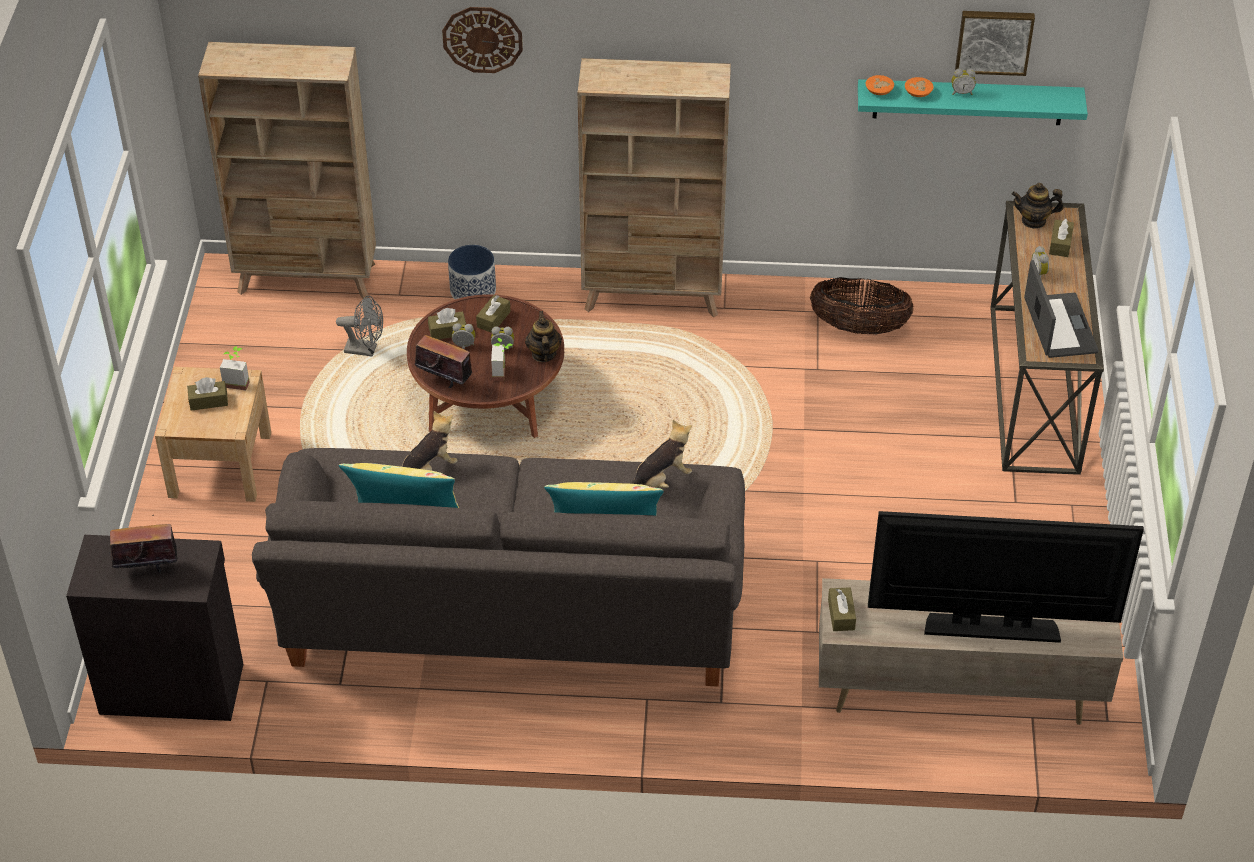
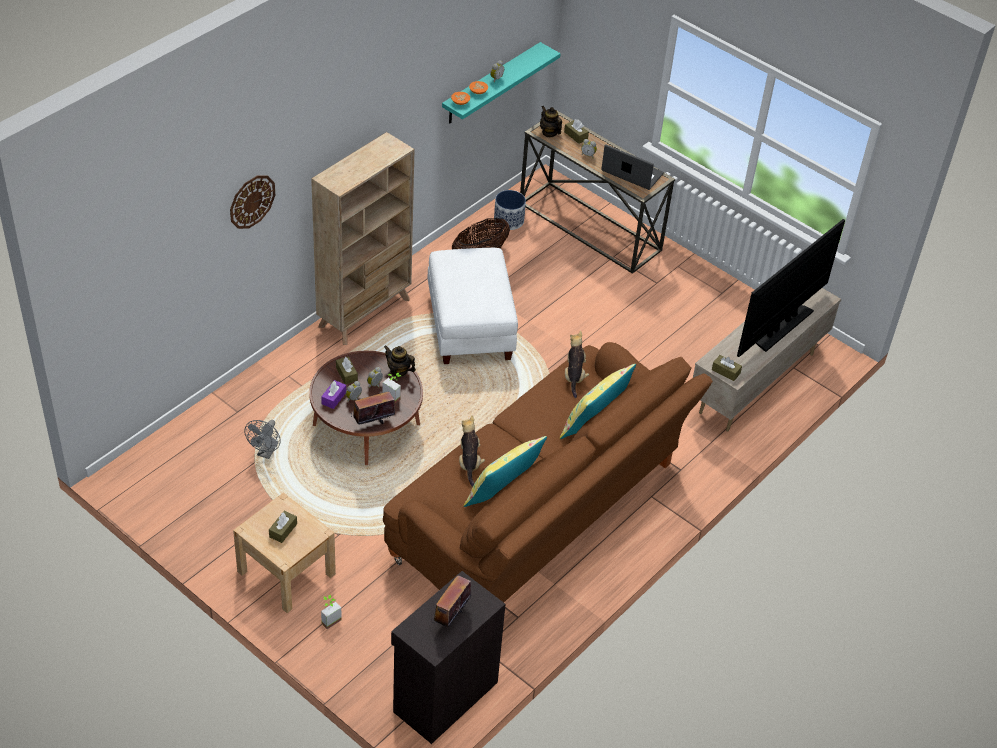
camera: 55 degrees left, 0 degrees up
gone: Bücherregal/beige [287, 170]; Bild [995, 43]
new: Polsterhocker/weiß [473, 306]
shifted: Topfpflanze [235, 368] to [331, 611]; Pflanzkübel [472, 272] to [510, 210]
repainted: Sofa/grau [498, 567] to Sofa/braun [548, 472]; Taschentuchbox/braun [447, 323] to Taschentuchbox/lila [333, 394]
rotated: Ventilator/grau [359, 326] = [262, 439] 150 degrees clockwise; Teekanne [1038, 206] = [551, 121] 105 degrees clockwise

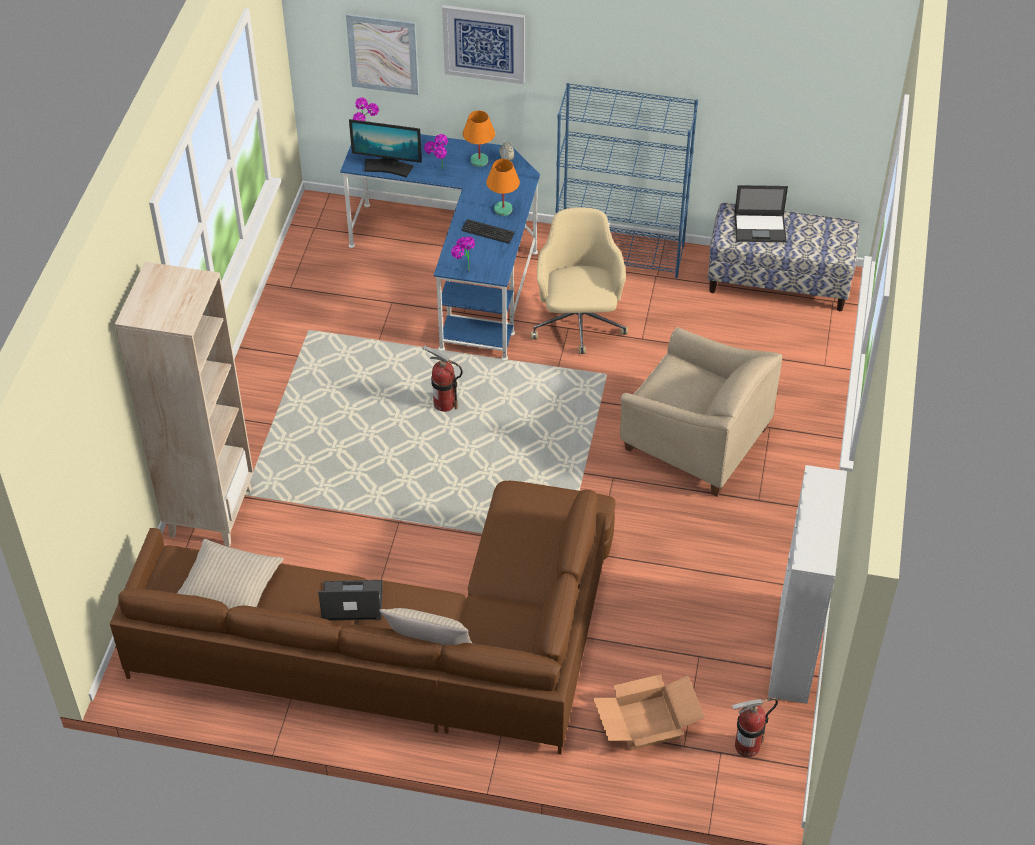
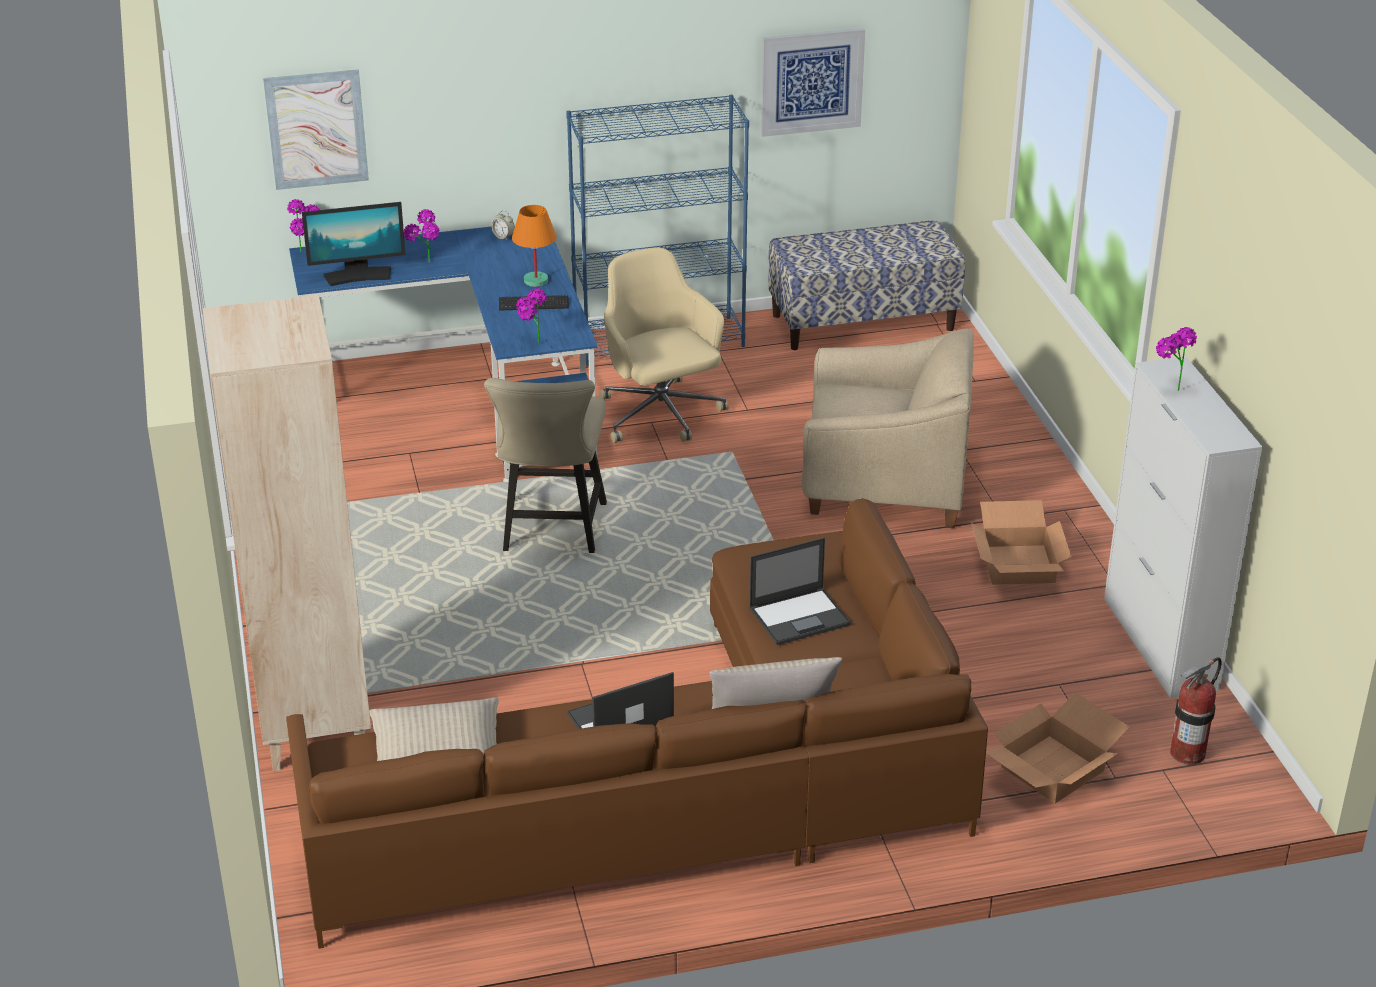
camera: 25 degrees left, 15 degrees down
gone: Tischlampe/orange [479, 138]
new: Karton [1022, 542]; Topfpflanze [1176, 359]
shifted: Bild [483, 44] to [813, 82]; Laptop [761, 213] to [800, 591]
swapped: Feuerlöscher [443, 378] to Stuhl/beige [545, 465]

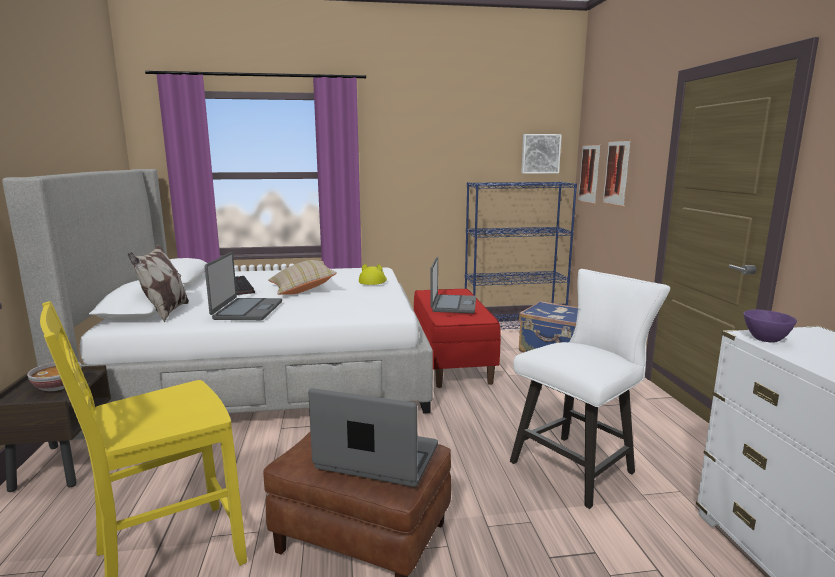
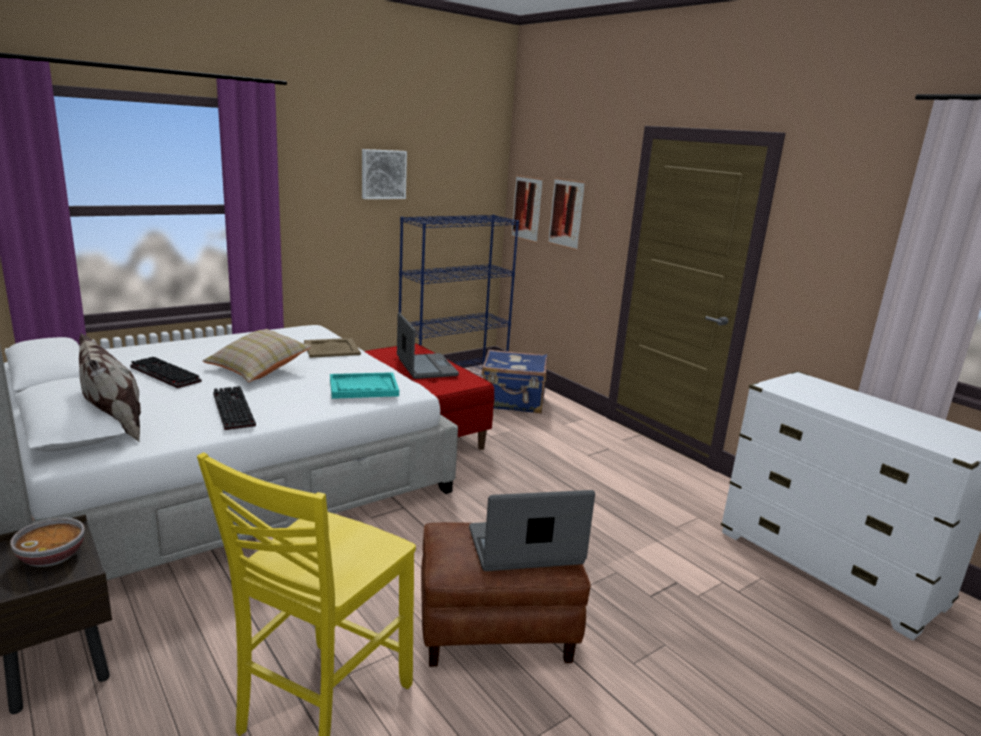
camera: 30 degrees left, 5 degrees up
gone: Stuhl/weiß [590, 389]; Schüssel/lila [770, 326]
new: Tablett/türkis [364, 385]
shifted: Bild [541, 154] to [384, 174]
swapped: Laptop [243, 286] to Tastatur [234, 408]; Hut/gelb [373, 274] to Tablett/beige [332, 348]

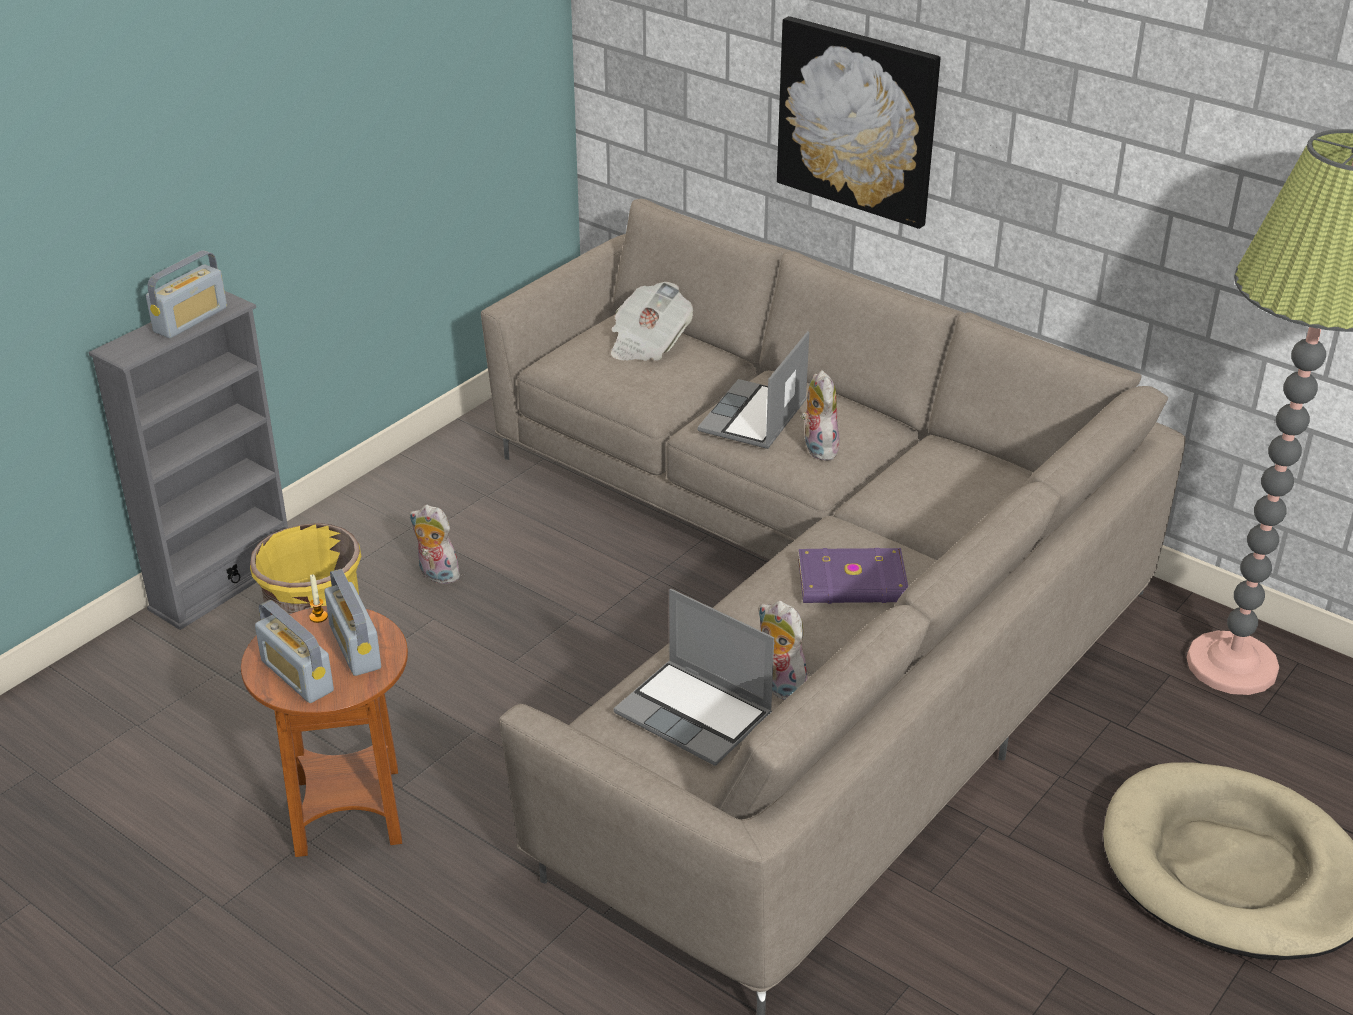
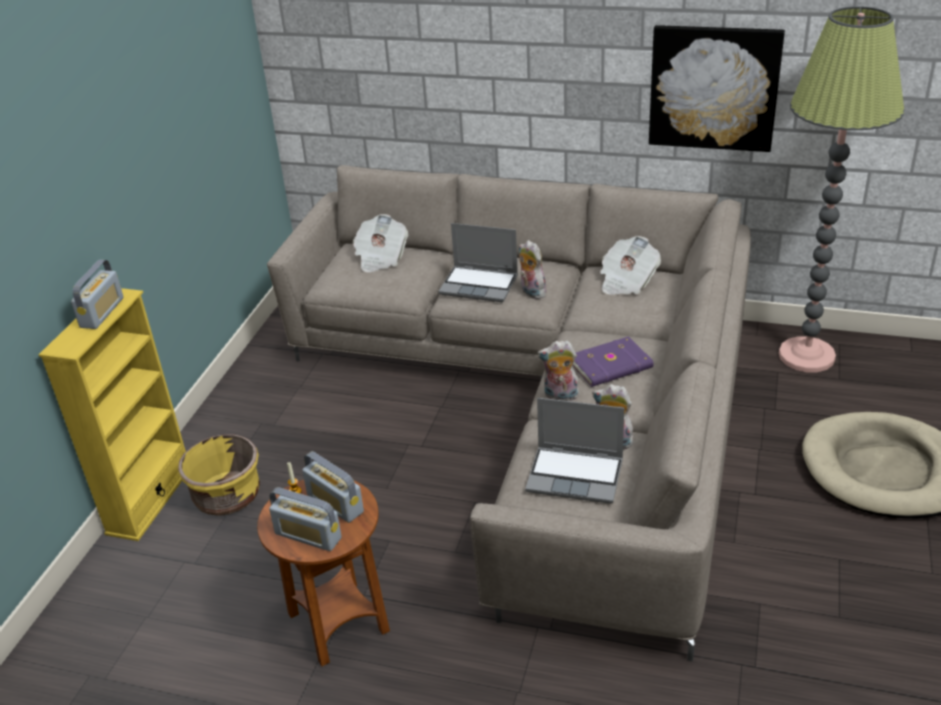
camera: 20 degrees left, 0 degrees up
new: Zeitung [630, 265]
shifted: Plüschtier [436, 544] to [558, 371]; Bild [858, 122] to [717, 88]
repainted: Bücherregal/grau [188, 460] to Bücherregal/gelb [112, 414]
rotated: Laptop [753, 390] = [478, 262] 75 degrees counterclockwise

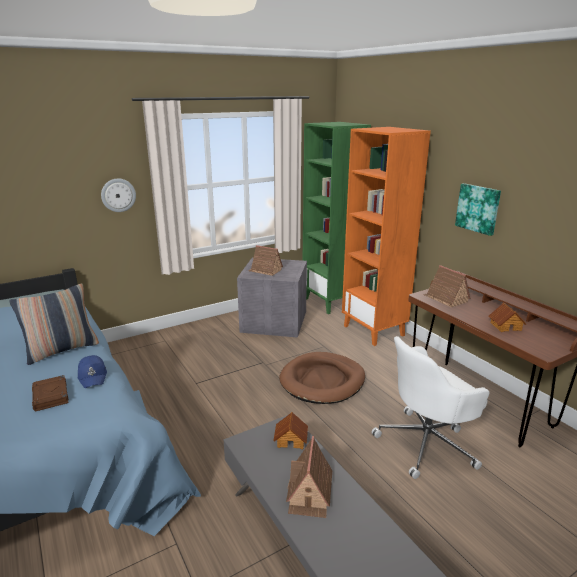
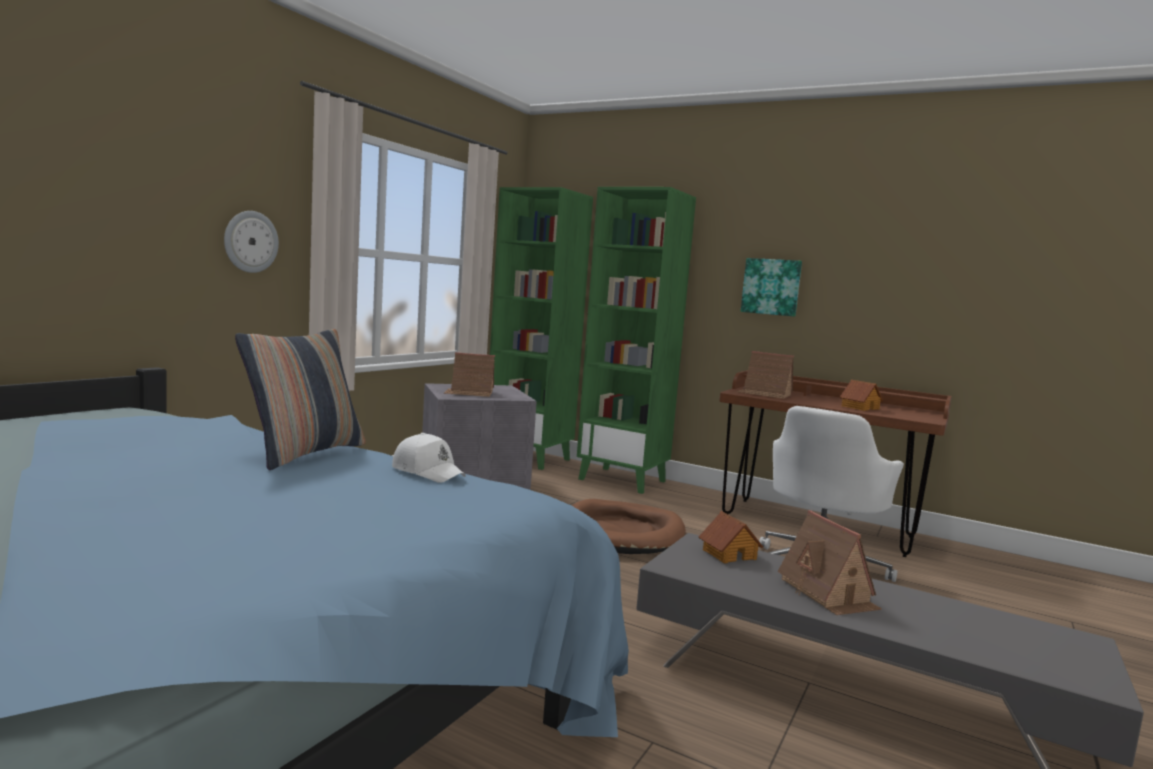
camera: 30 degrees left, 15 degrees down
gone: Buch/braun [50, 393]
repainted: Kappe/blau [92, 371] to Kappe/weiß [429, 458]; Bücherregal/orange [386, 236] to Bücherregal/grün [636, 340]

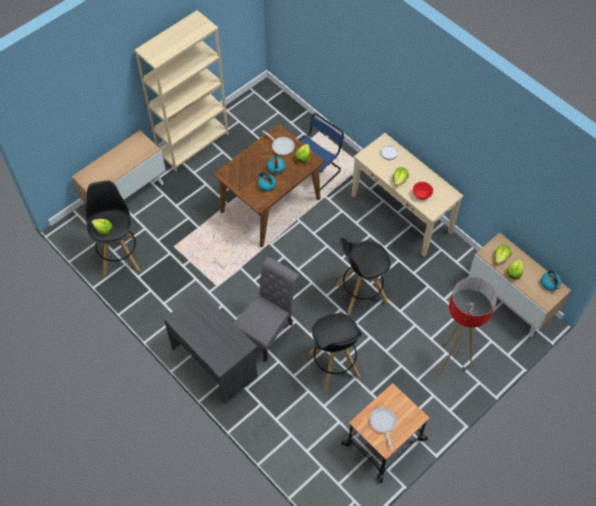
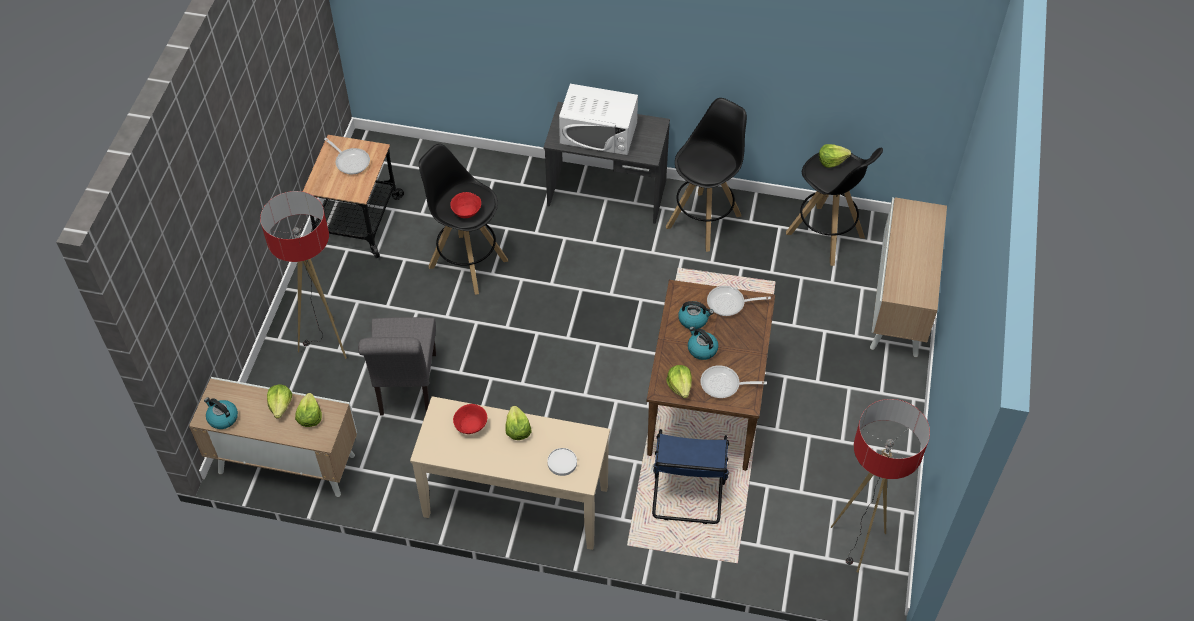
camera: 145 degrees right, 5 degrees down
gone: Bücherregal/beige [182, 91]
new: Schüssel/rot [465, 205]; Mikrowelle/weiß [598, 119]; Pfanne [739, 301]; Stehlampe [880, 485]
shifted: Stuhl/grau [266, 309] to [397, 366]; Hocker/schwarz [363, 276] to [706, 175]

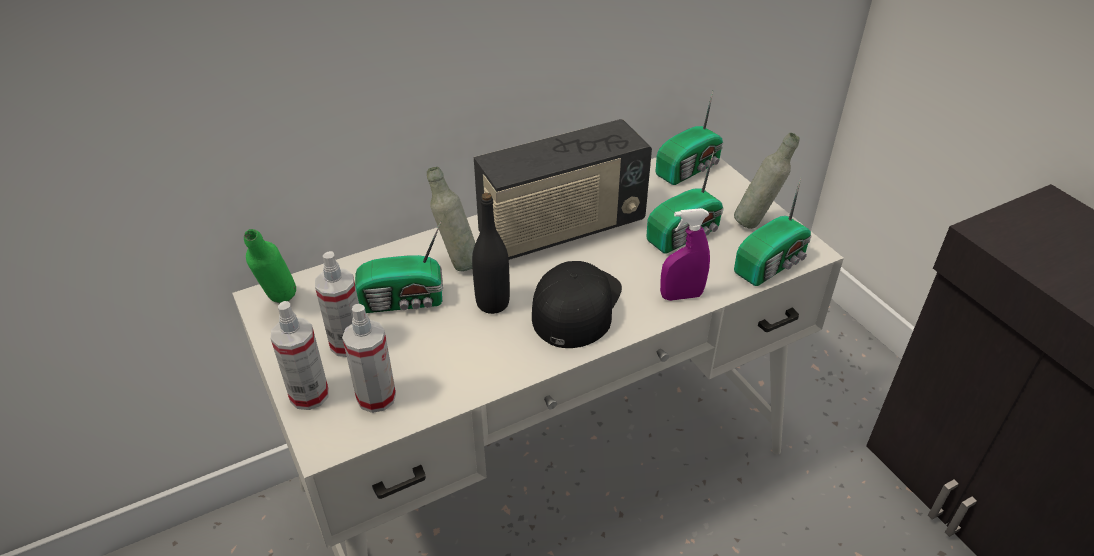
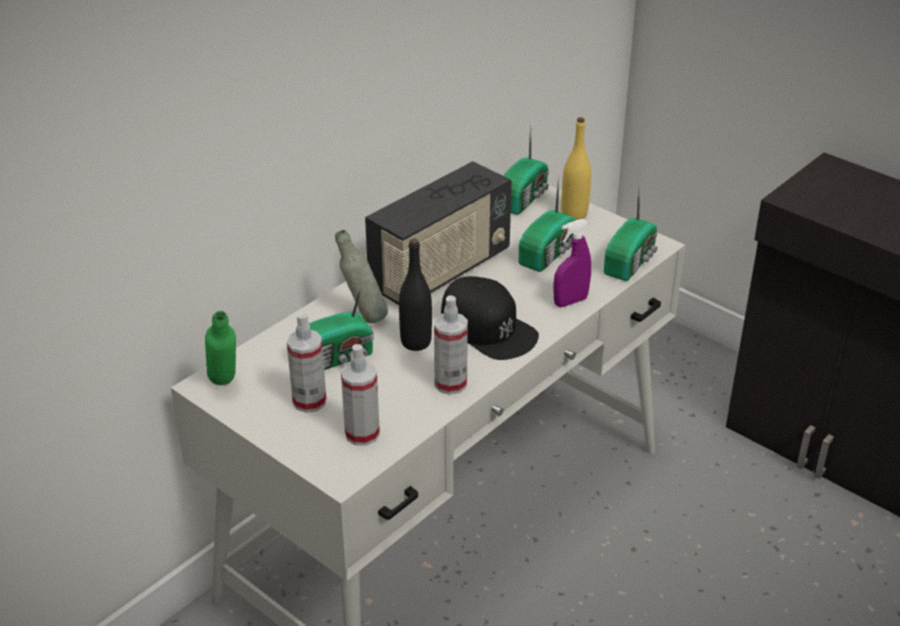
camera: 20 degrees left, 5 degrees down
gone: Flasche/grau [767, 181]
new: Flasche/gelb [576, 168]
shifted: Sprühflasche [299, 355] to [451, 345]
rotated: Kappe/schwarz [577, 304] = [490, 318] 135 degrees clockwise

